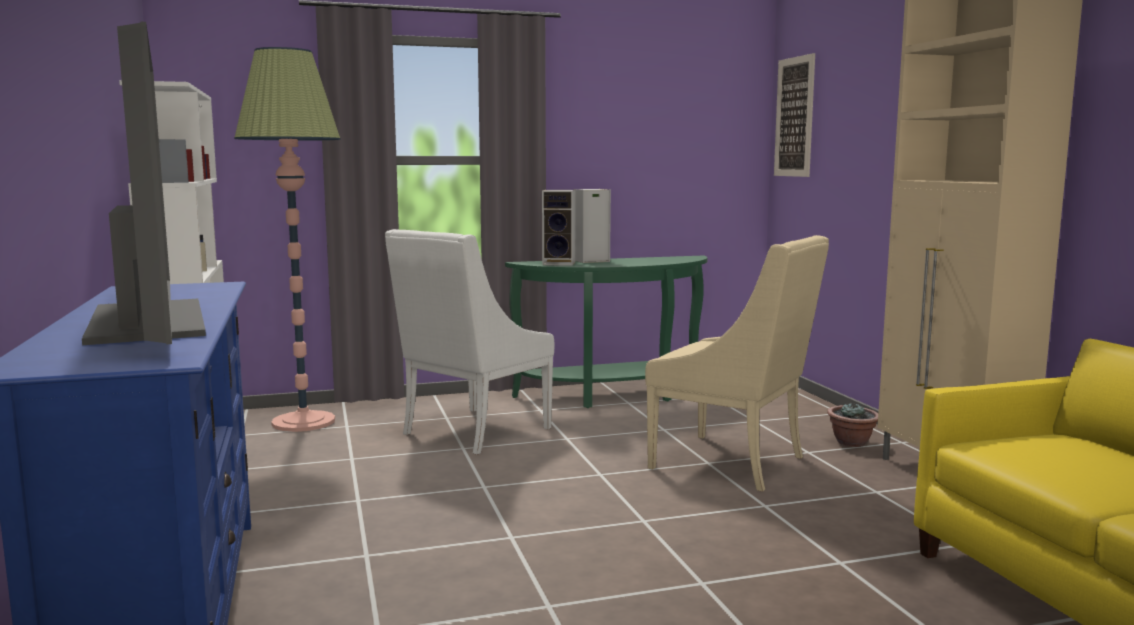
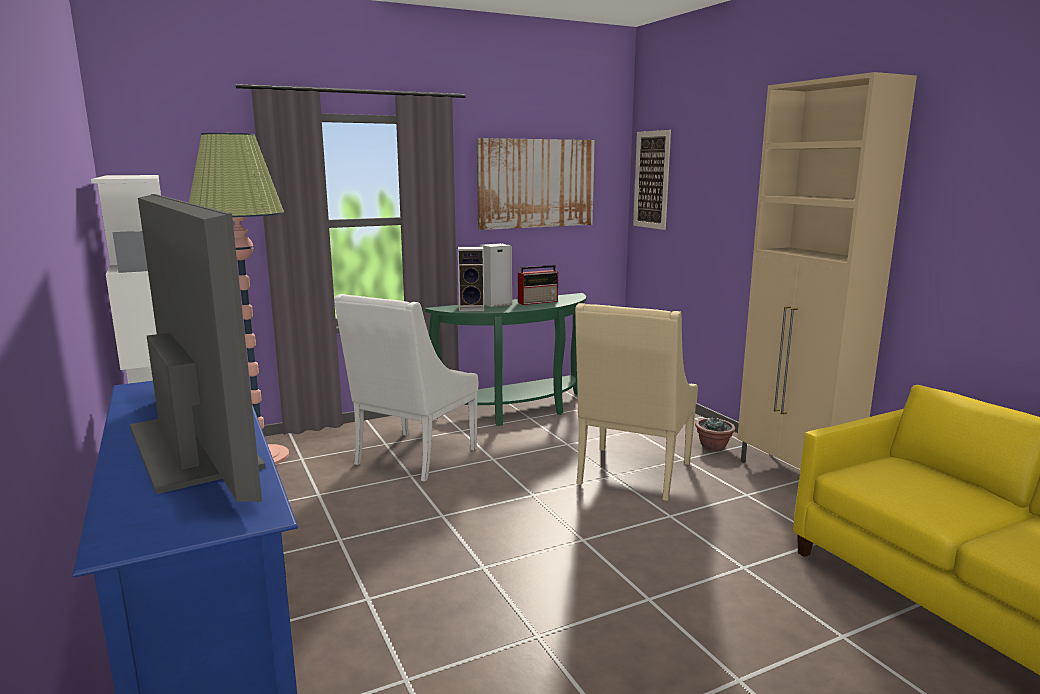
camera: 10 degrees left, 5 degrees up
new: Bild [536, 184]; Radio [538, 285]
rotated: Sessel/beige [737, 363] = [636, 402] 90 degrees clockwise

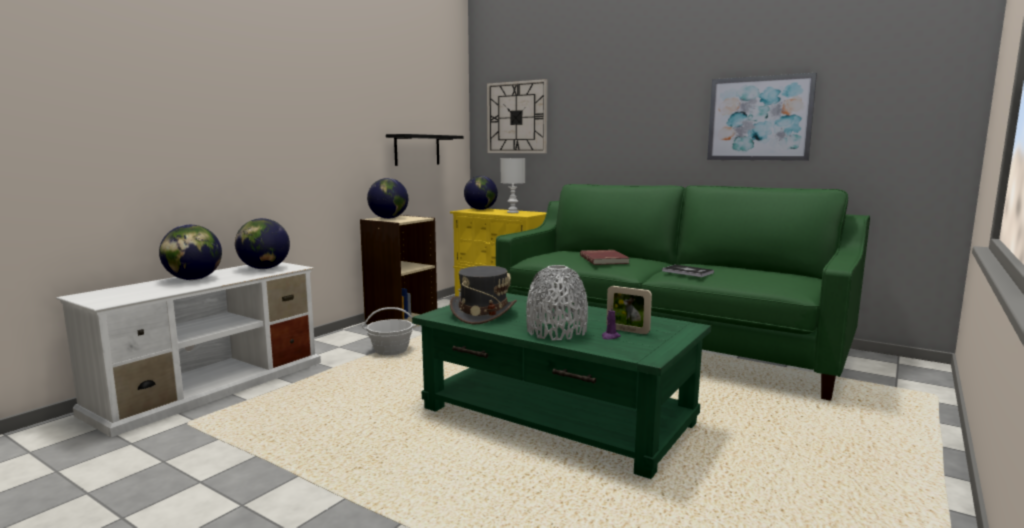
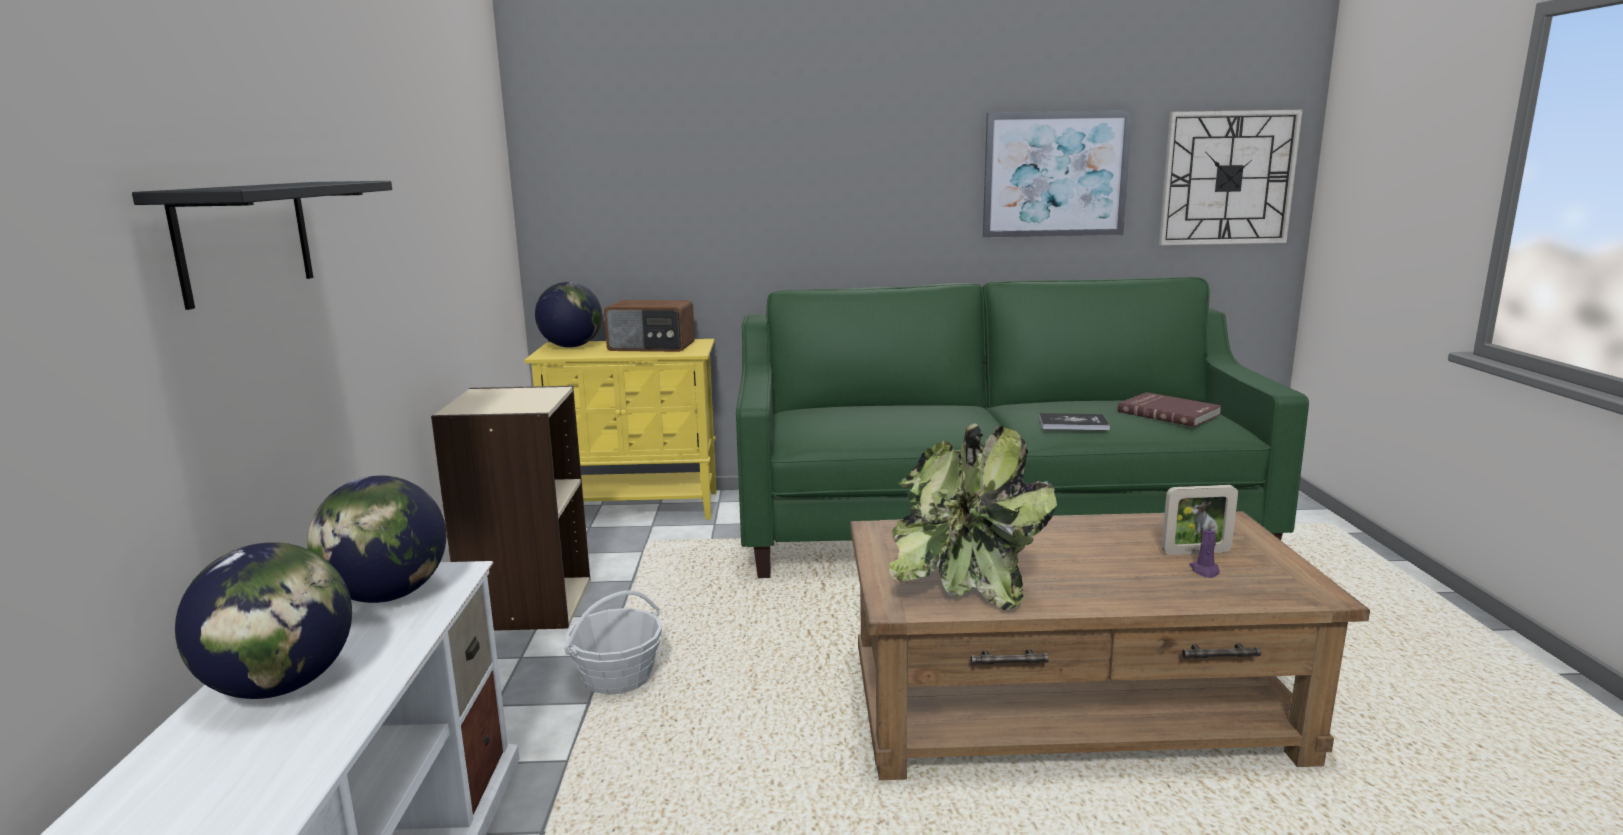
camera: 35 degrees left, 5 degrees up
gone: Globus [387, 198]; Vase/grau [557, 303]
shifted: Wandregal/schwarz [424, 150] to [262, 245]; Wanduhr [517, 116] to [1231, 177]; Buch/rot [604, 257] to [1170, 409]
swapped: Hut/grau [483, 295] to Topfpflanze [973, 516]; Tischlampe/weiß [513, 185] to Radio [649, 326]
repainted: Couchtisch/grün [561, 386] to Couchtisch/braun [1110, 645]

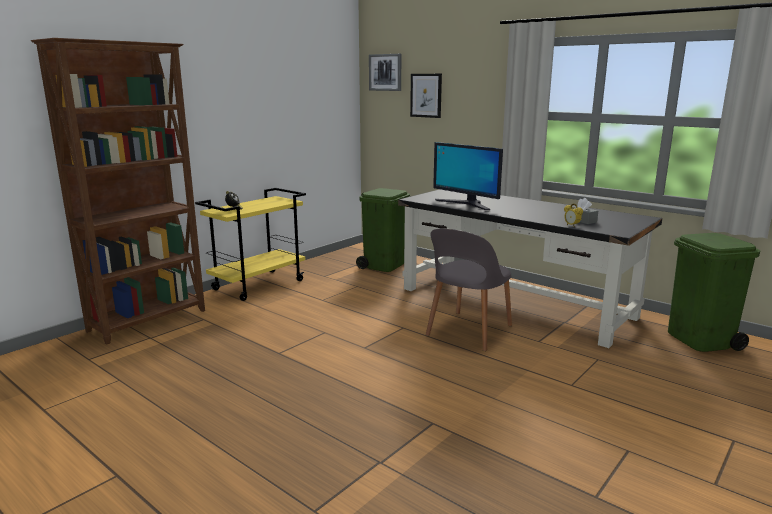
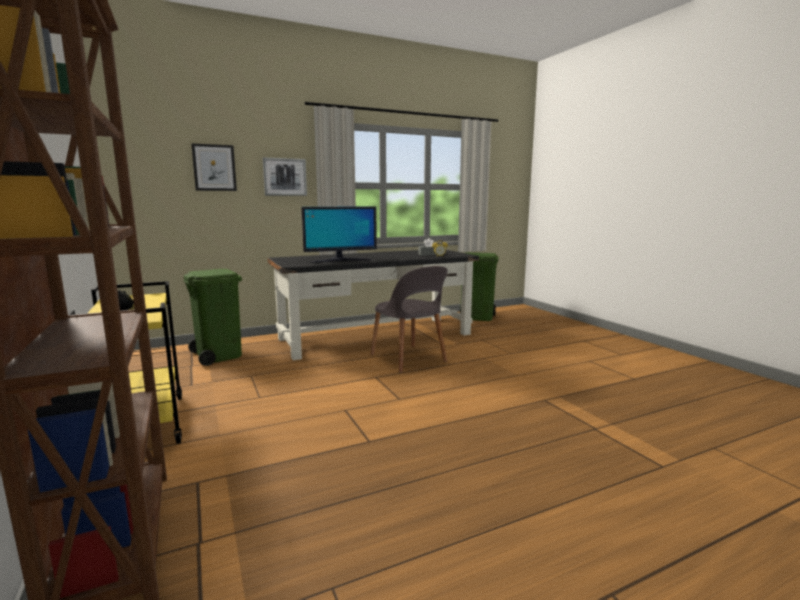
camera: 65 degrees left, 5 degrees down
shifted: Bild [385, 72] to [285, 176]

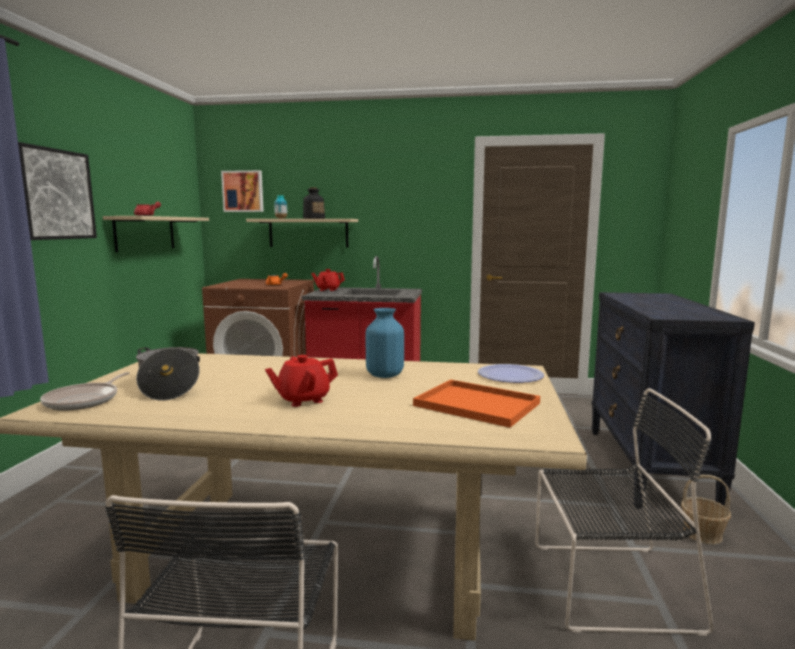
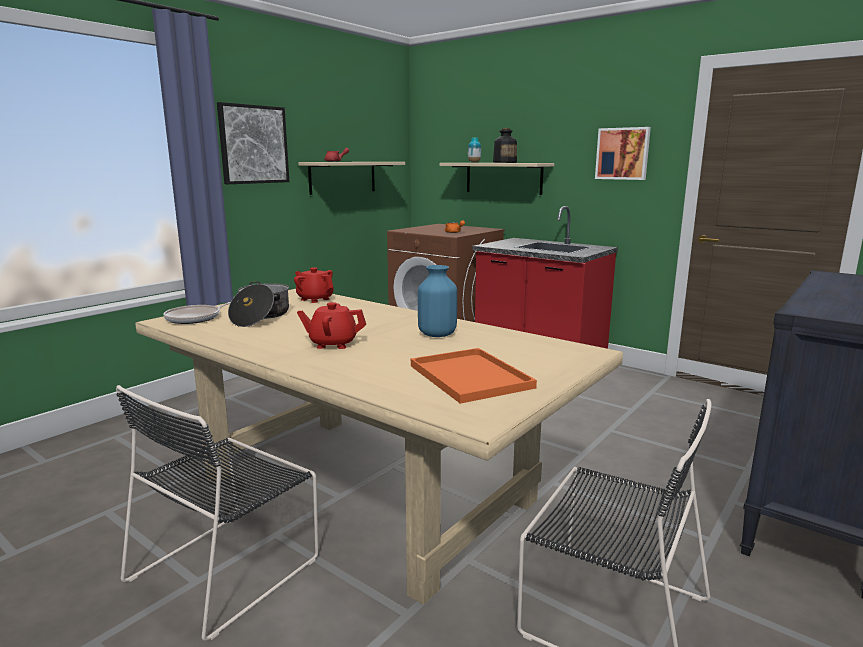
camera: 30 degrees right, 5 degrees up
gone: Teller [511, 373]; Korb [706, 510]
shifted: Bild [242, 191] to [623, 153]; Teekanne/rot [328, 280] to [314, 285]

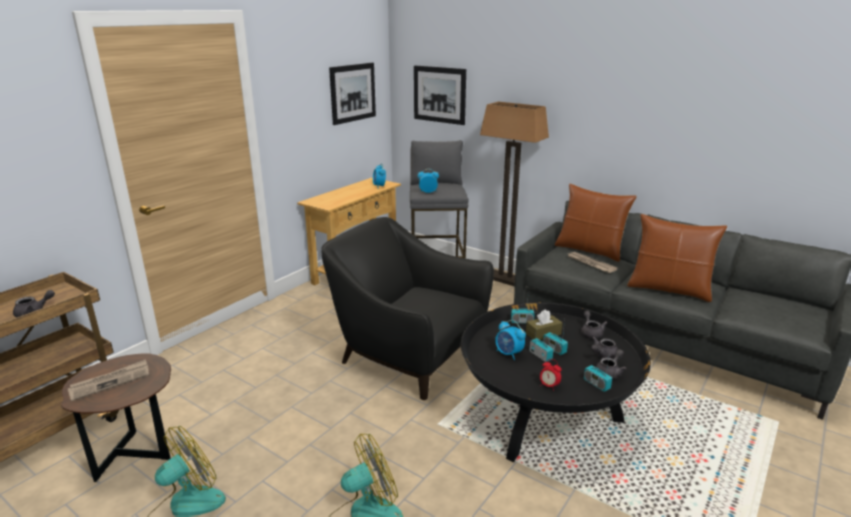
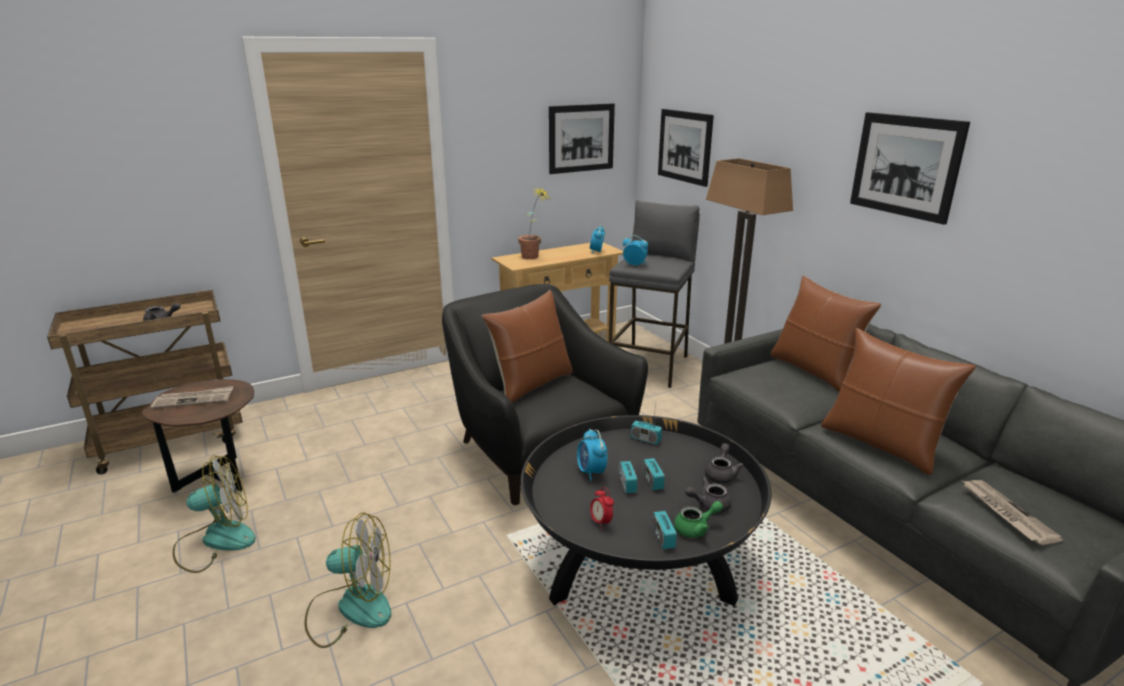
camera: 25 degrees right, 0 degrees up
gone: Taschentuchbox/braun [544, 324]
new: Kissen/braun [527, 346]; Topfpflanze [533, 223]; Bild [910, 168]
shifted: Zeitung [593, 262] to [1013, 512]
repainted: Teekanne/grau [611, 364] to Teekanne/grün [698, 519]

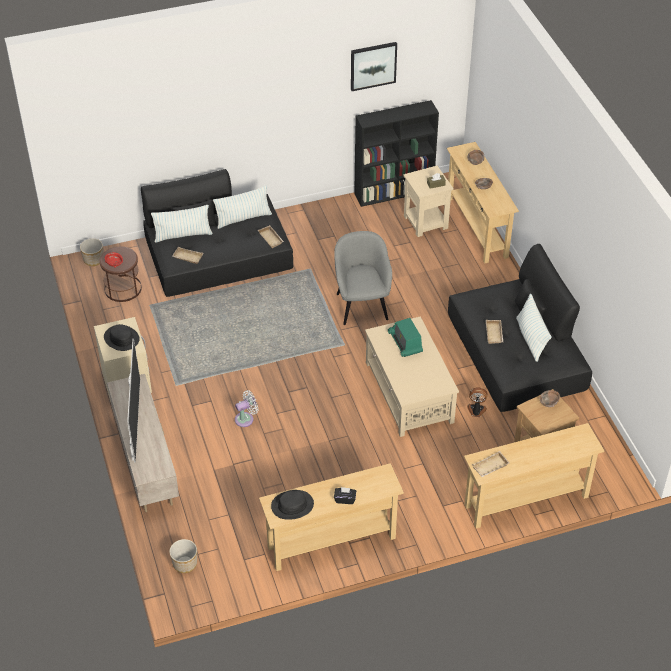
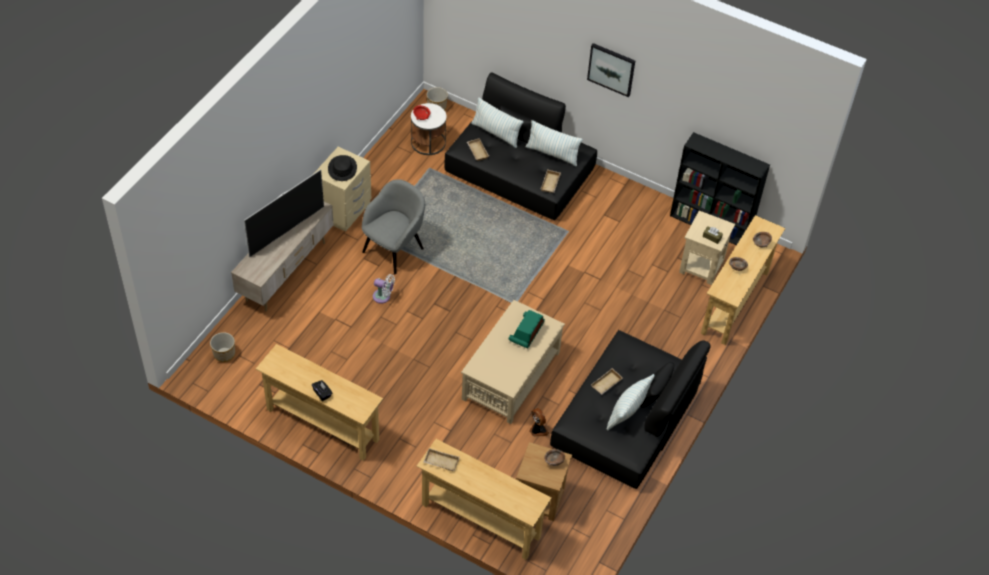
camera: 45 degrees right, 5 degrees up
gone: Hut/schwarz [292, 505]
shifted: Sessel/grau [363, 278] to [393, 226]; Bild [374, 66] to [611, 70]
repainted: Beistelltisch/braun [120, 274] to Beistelltisch/weiß [428, 129]

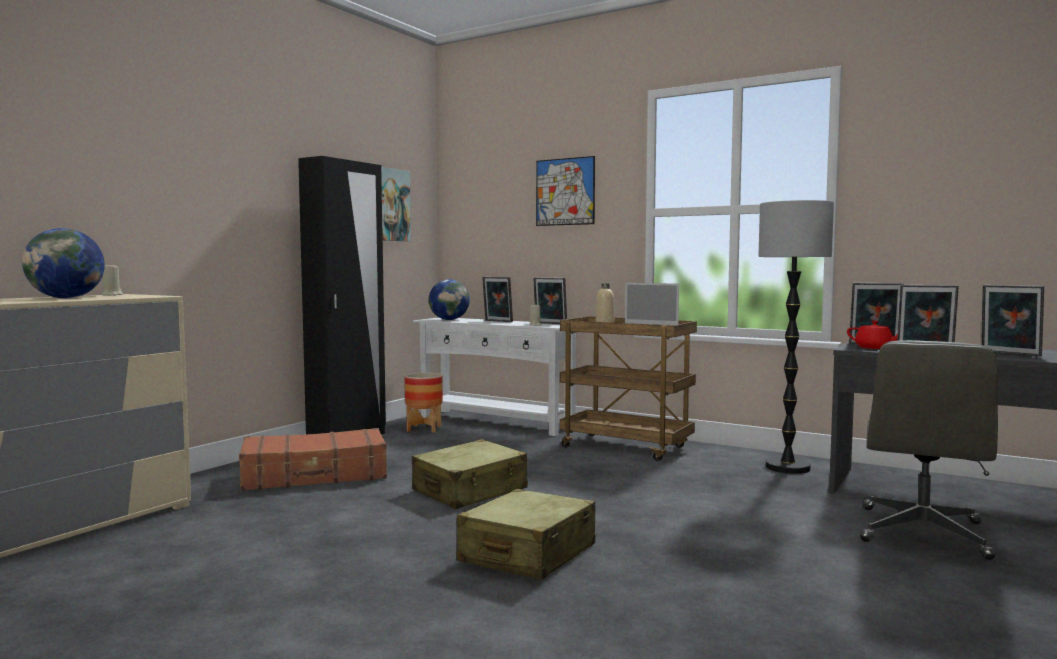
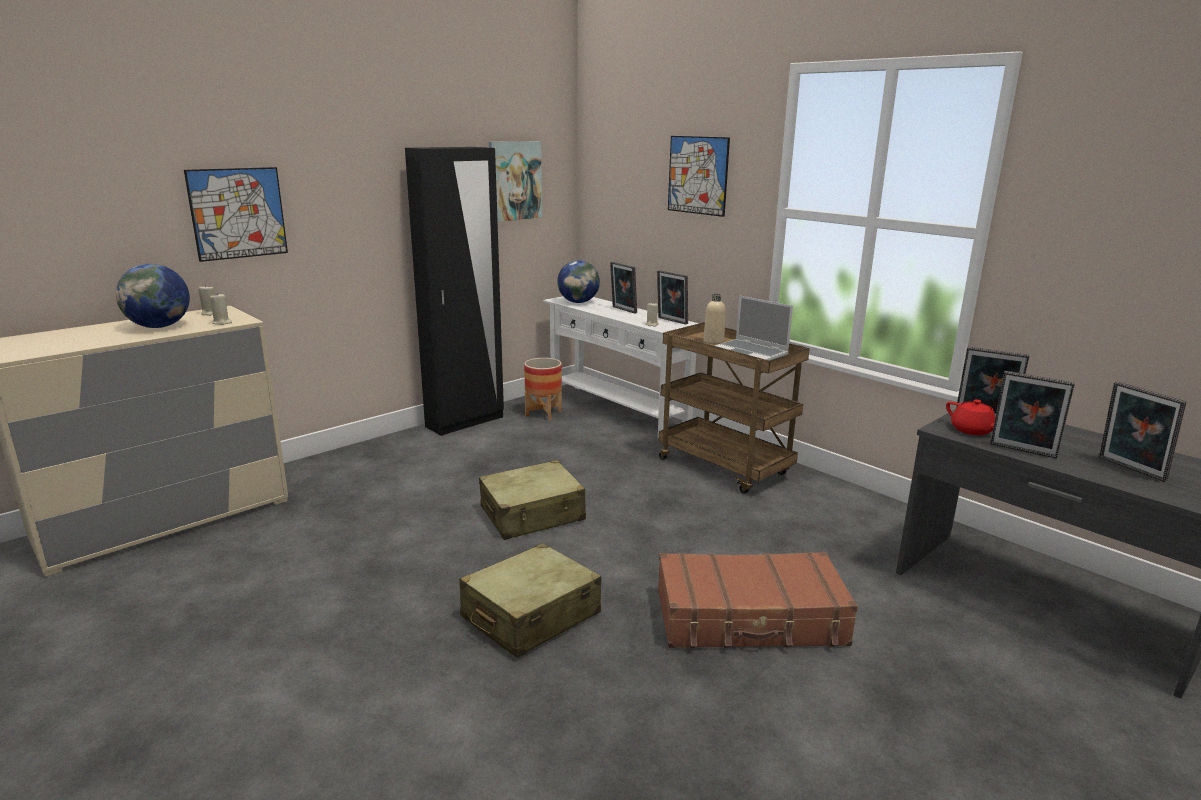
camera: 15 degrees right, 15 degrees up
gone: Stehlampe [796, 337]; Bürostuhl/grau [929, 450]
new: Bild [236, 214]; Kerze/beige [221, 309]
shifted: Koffer/braun [313, 459] to [758, 600]

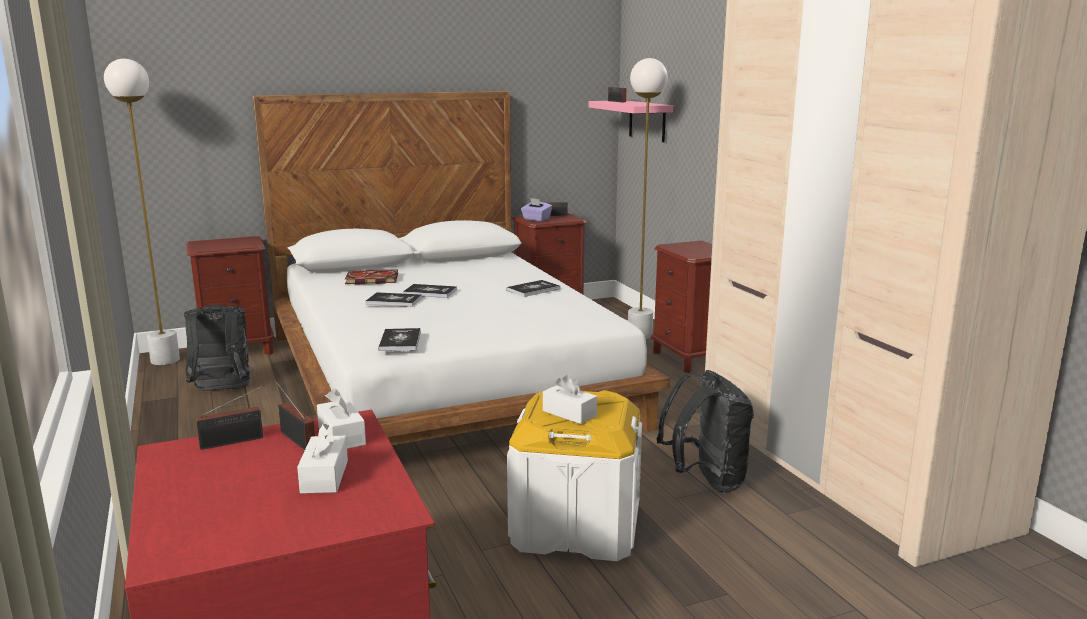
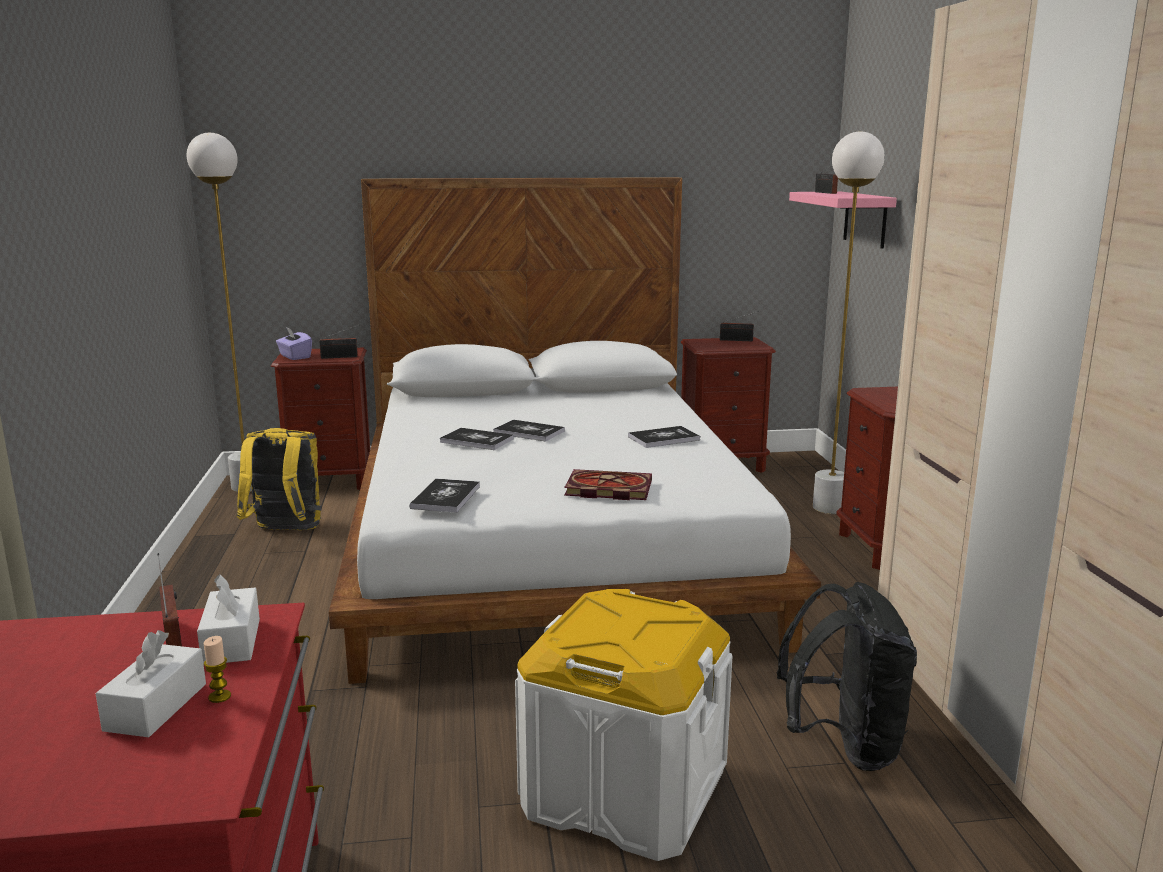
camera: 15 degrees right, 0 degrees up
gone: Taschentuchbox/weiß [570, 399]
new: Kerze [217, 669]
shifted: Radio [230, 417] to [339, 341]; Buch [371, 277] to [608, 484]; Taschentuchbox/lila [536, 209] to [294, 343]
repainted: Rucksack/schwarz [219, 348] to Rucksack/gelb [279, 479]

